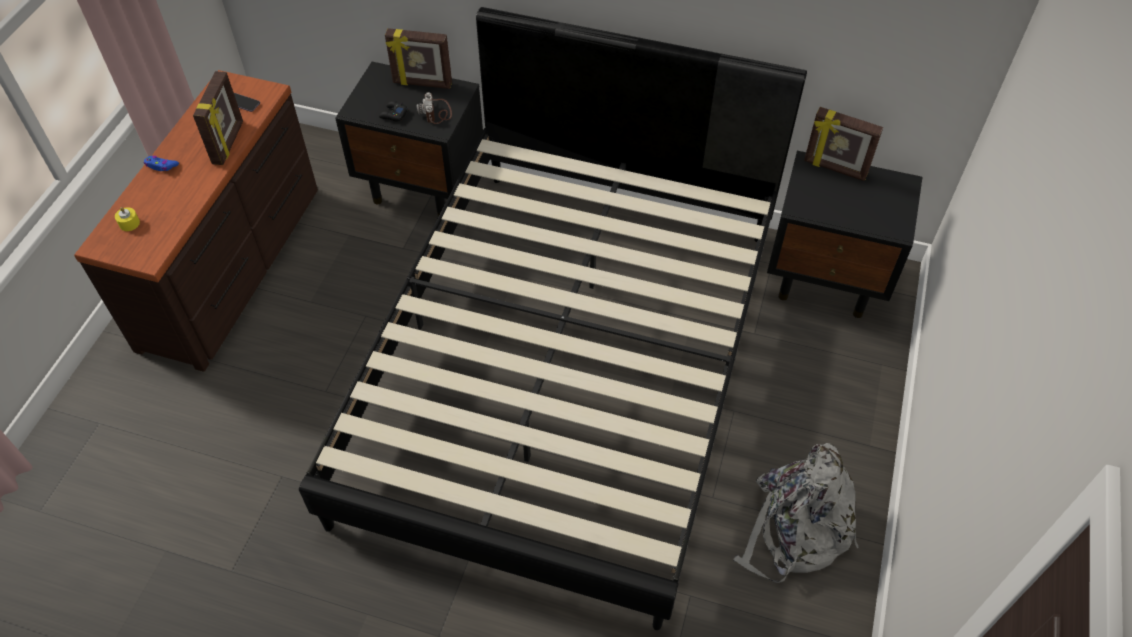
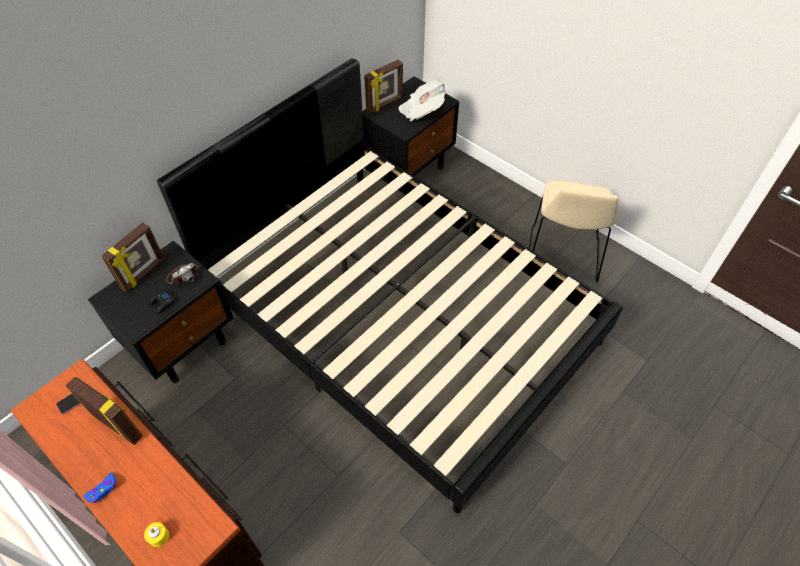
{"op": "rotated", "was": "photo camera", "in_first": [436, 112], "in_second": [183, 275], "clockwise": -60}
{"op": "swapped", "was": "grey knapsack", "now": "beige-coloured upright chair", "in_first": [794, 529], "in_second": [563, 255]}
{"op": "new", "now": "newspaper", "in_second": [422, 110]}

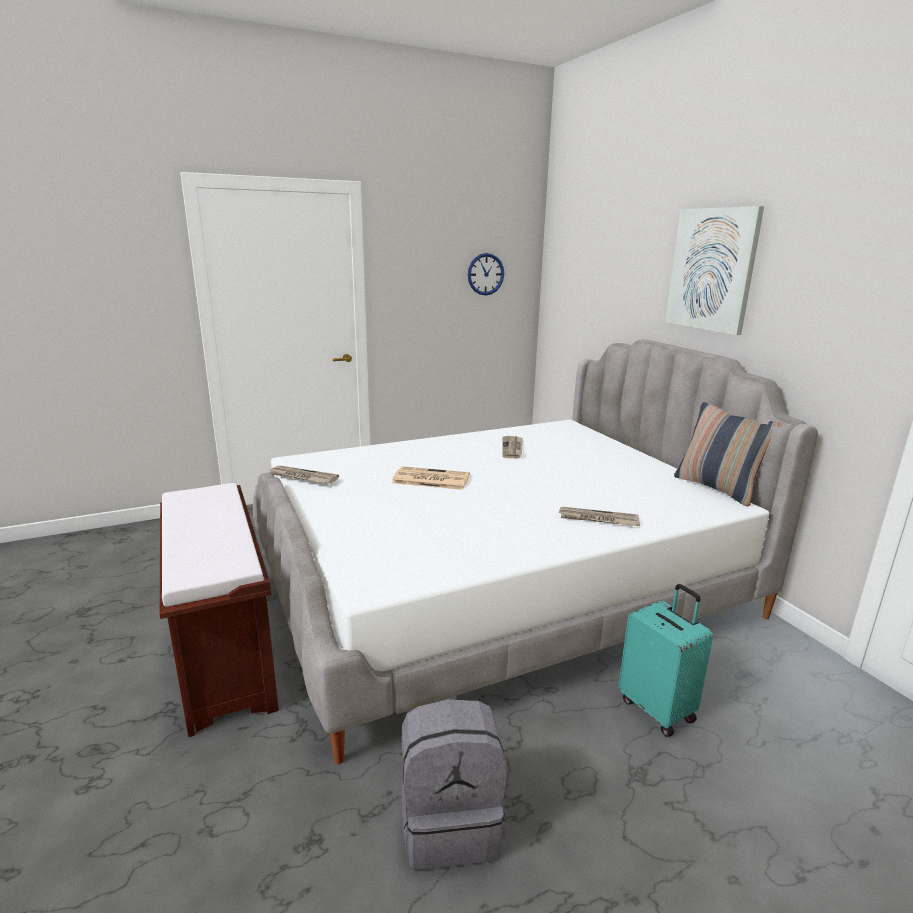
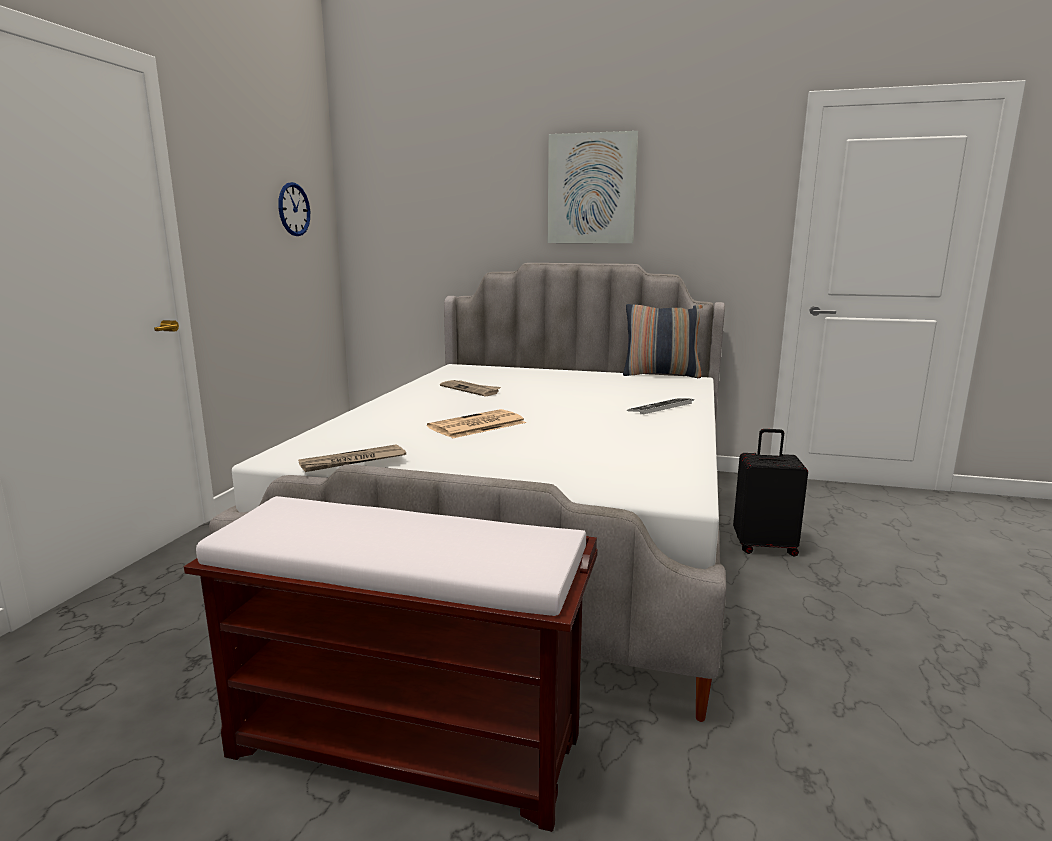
{"op": "gone", "was": "grey knapsack", "in_first": [451, 823]}
{"op": "swapped", "was": "newspaper", "now": "keyboard", "in_first": [598, 519], "in_second": [661, 407]}
{"op": "repainted", "was": "blue-green piece of luggage", "now": "black-coloured piece of luggage", "in_first": [658, 709], "in_second": [764, 546]}

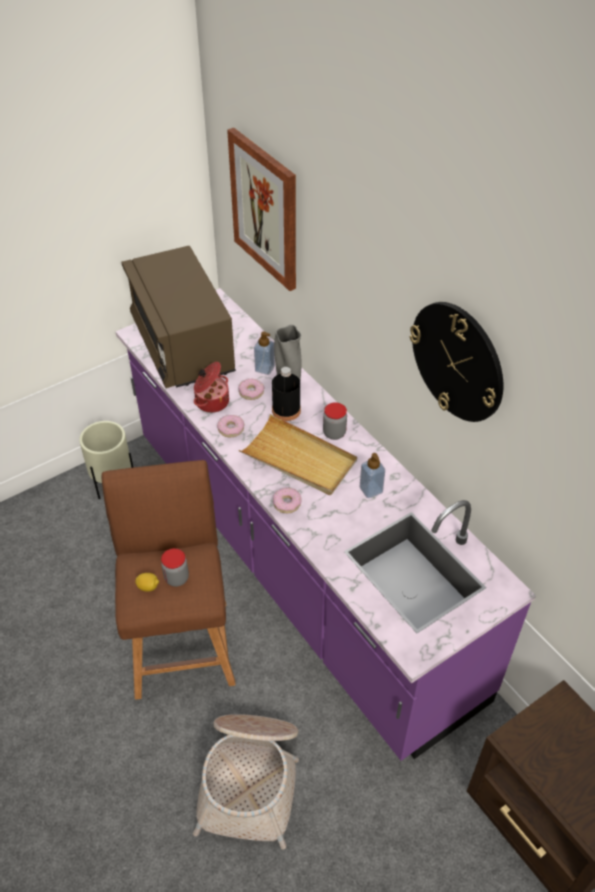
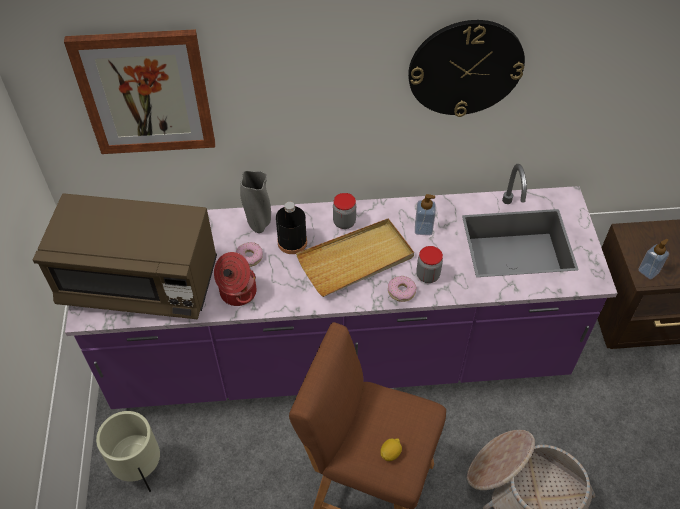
{"op": "shifted", "was": "preserve jar", "in_first": [176, 578], "in_second": [427, 275]}
{"op": "gone", "was": "doughnut", "in_first": [231, 429]}
{"op": "shifted", "was": "soap dispenser", "in_first": [264, 368], "in_second": [648, 271]}

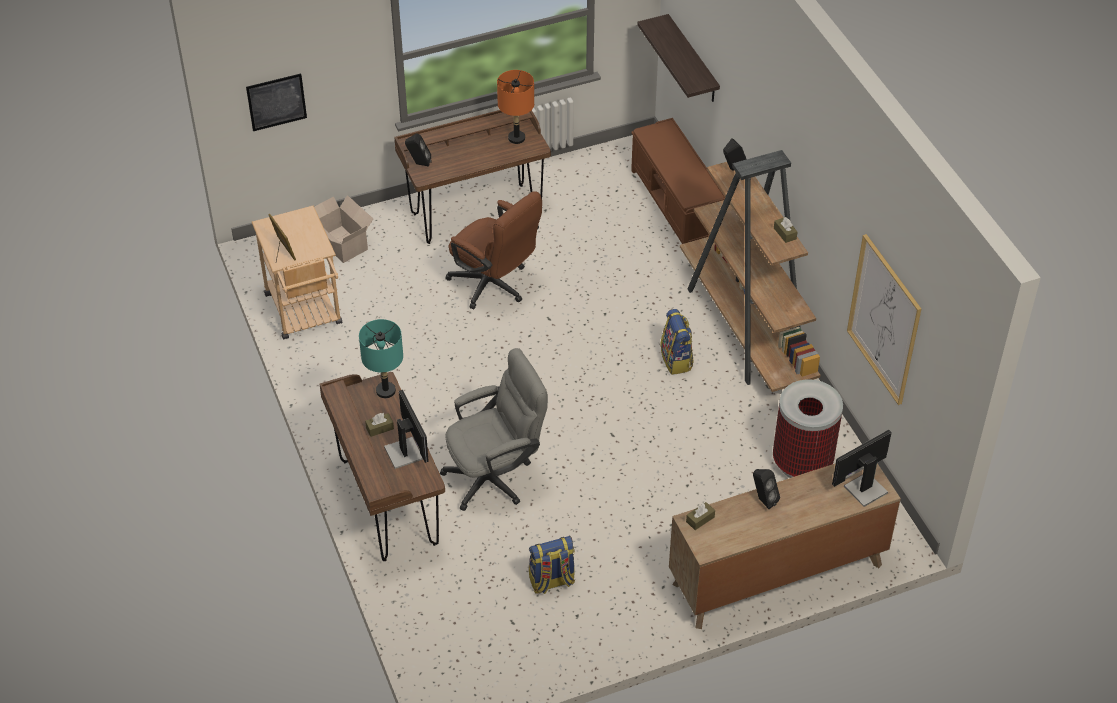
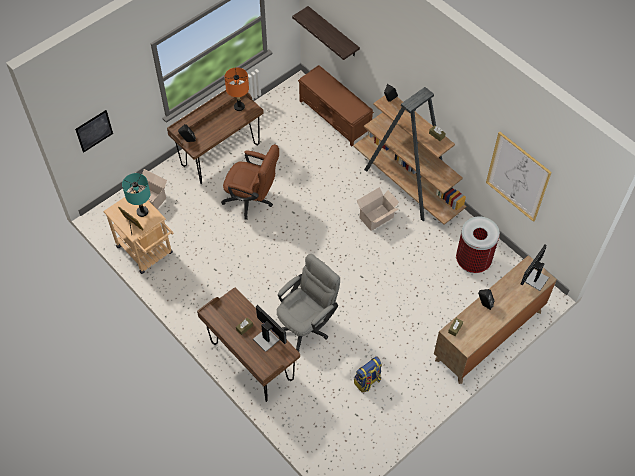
{"op": "shifted", "was": "blue-green lamp for a table", "in_first": [385, 391], "in_second": [142, 212]}
{"op": "swapped", "was": "knapsack", "now": "cardboard box", "in_first": [676, 360], "in_second": [377, 217]}

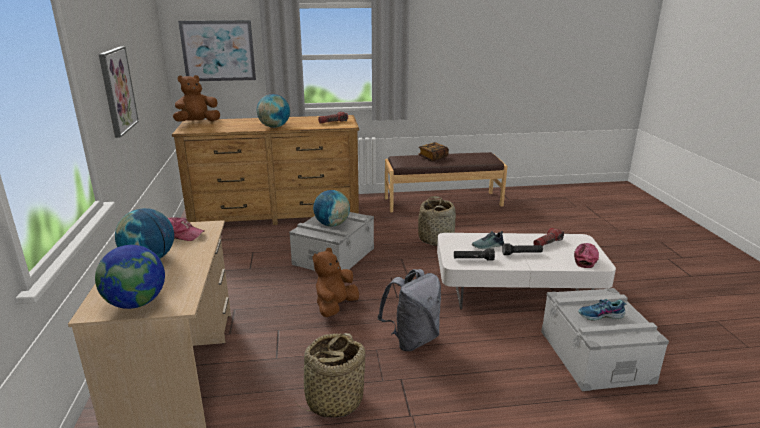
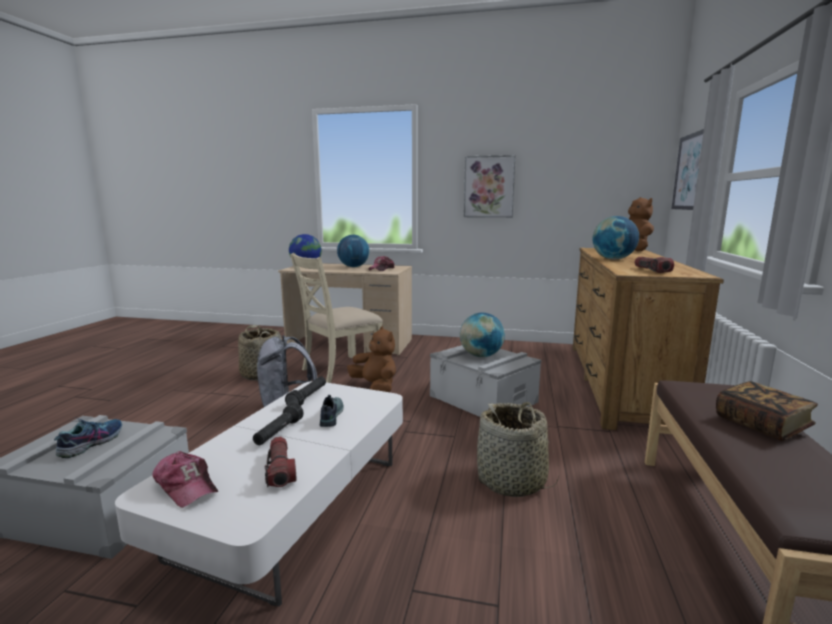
{"op": "new", "now": "beige-coloured upright chair", "in_second": [340, 368]}

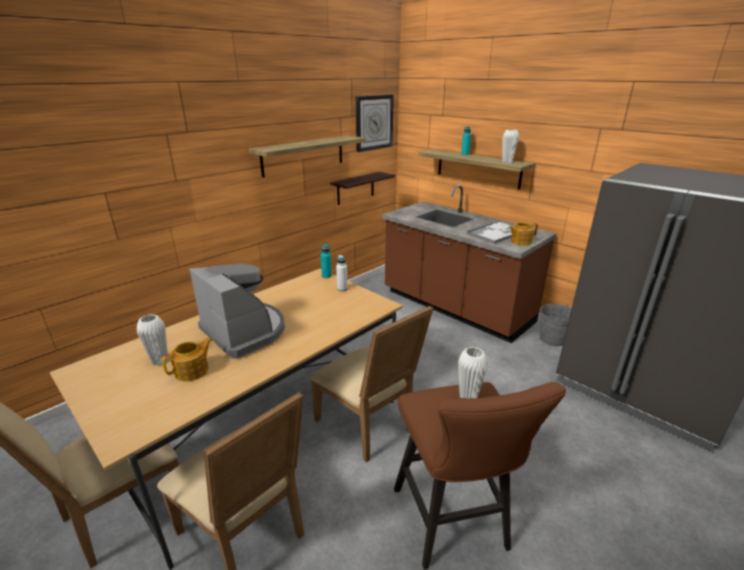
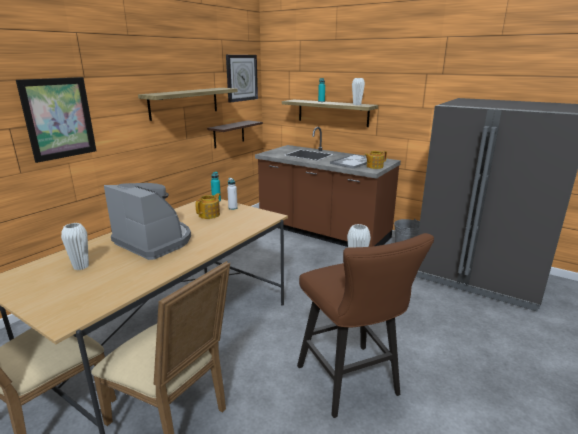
{"op": "shifted", "was": "tea pot", "in_first": [193, 371], "in_second": [210, 215]}
{"op": "gone", "was": "beige-coloured upright chair", "in_first": [369, 427]}
{"op": "new", "now": "wall picture", "in_second": [59, 118]}

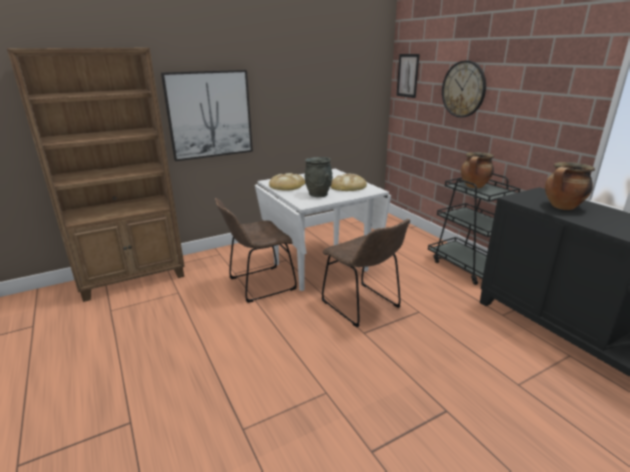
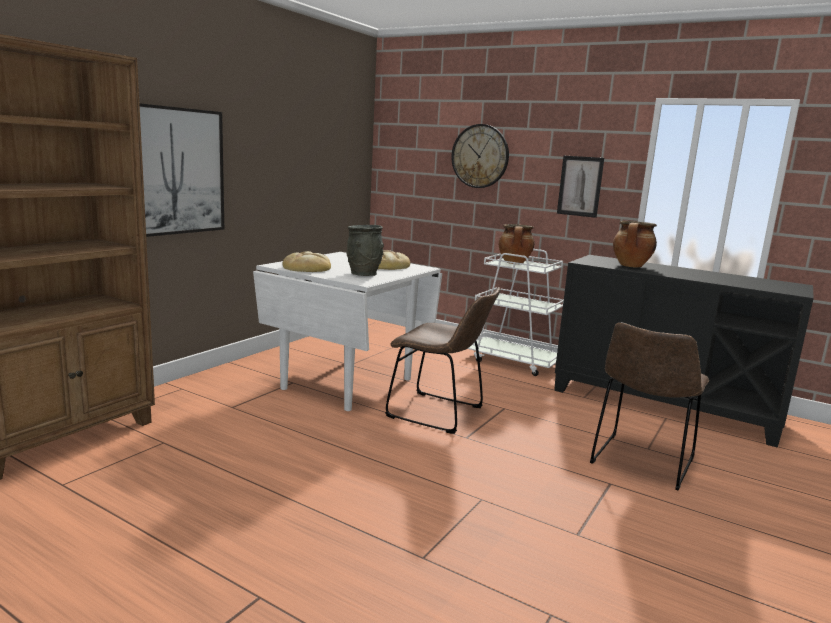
{"op": "shifted", "was": "brown upright chair", "in_first": [258, 285], "in_second": [641, 463]}
{"op": "shifted", "was": "wall picture", "in_first": [407, 75], "in_second": [580, 186]}
{"op": "repainted", "was": "black-coloured trolley", "now": "whitish trolley", "in_first": [468, 267], "in_second": [513, 361]}

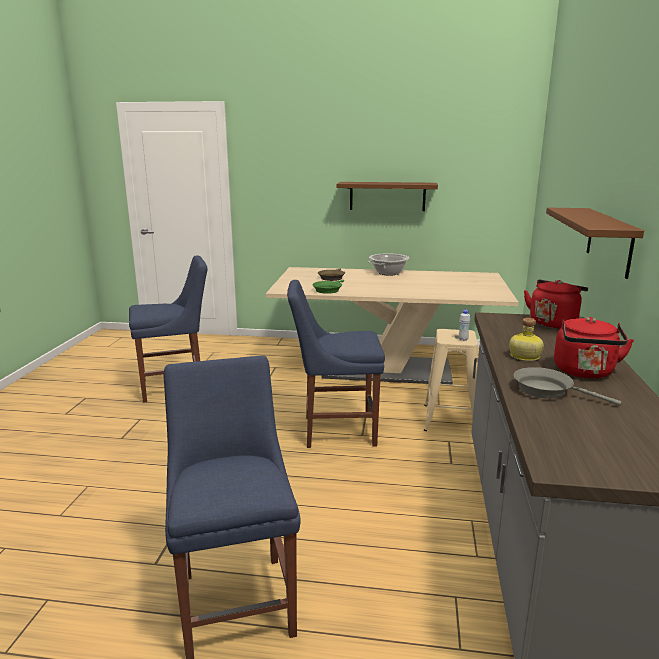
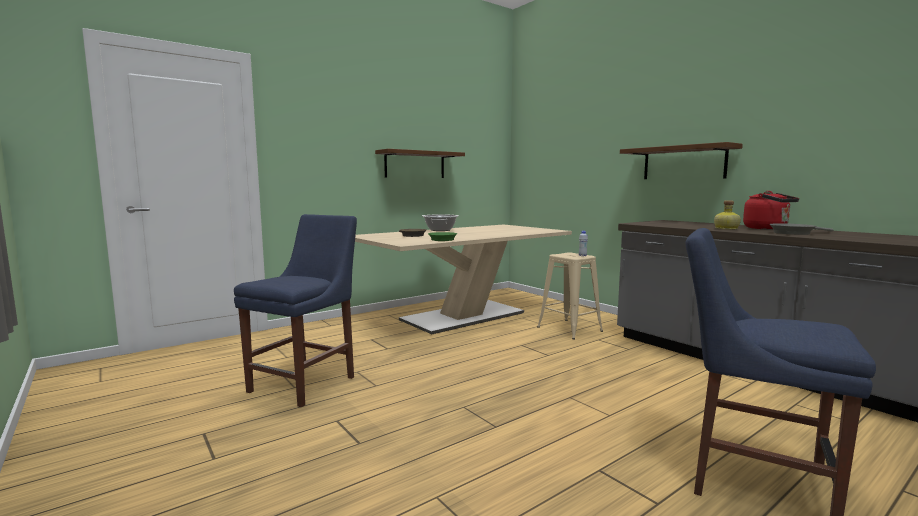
{"op": "gone", "was": "blue upright chair", "in_first": [335, 430]}
{"op": "gone", "was": "red water kettle", "in_first": [553, 322]}

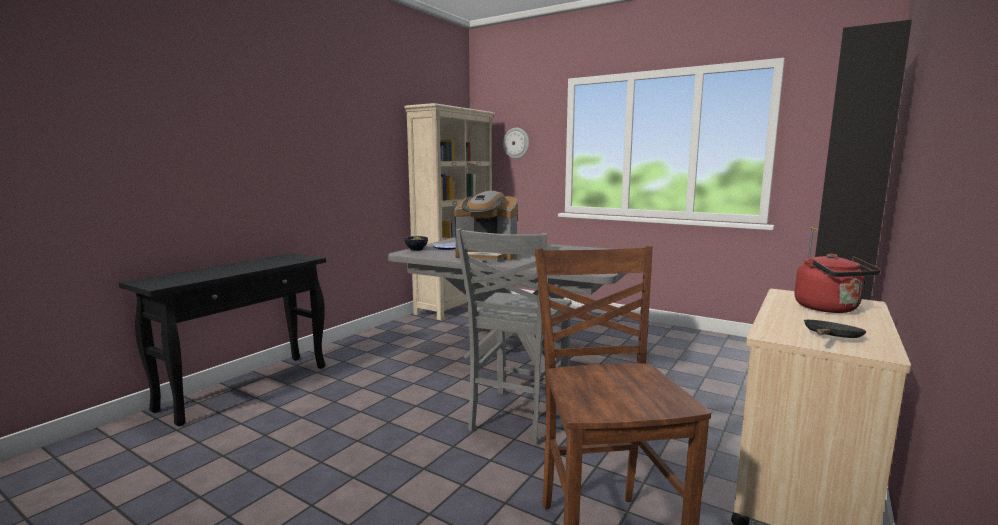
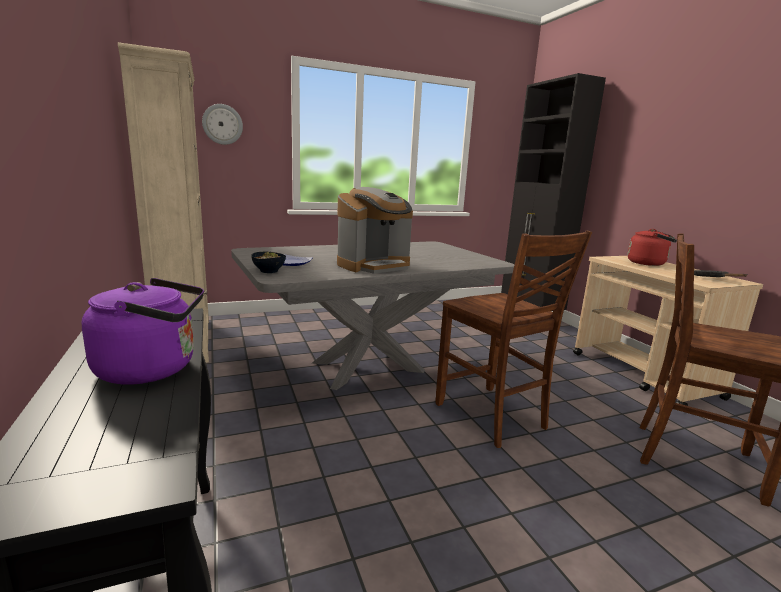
{"op": "repainted", "was": "grey upright chair", "now": "brown upright chair", "in_first": [516, 417], "in_second": [492, 417]}
{"op": "new", "now": "purple-coloured water kettle", "in_second": [153, 369]}

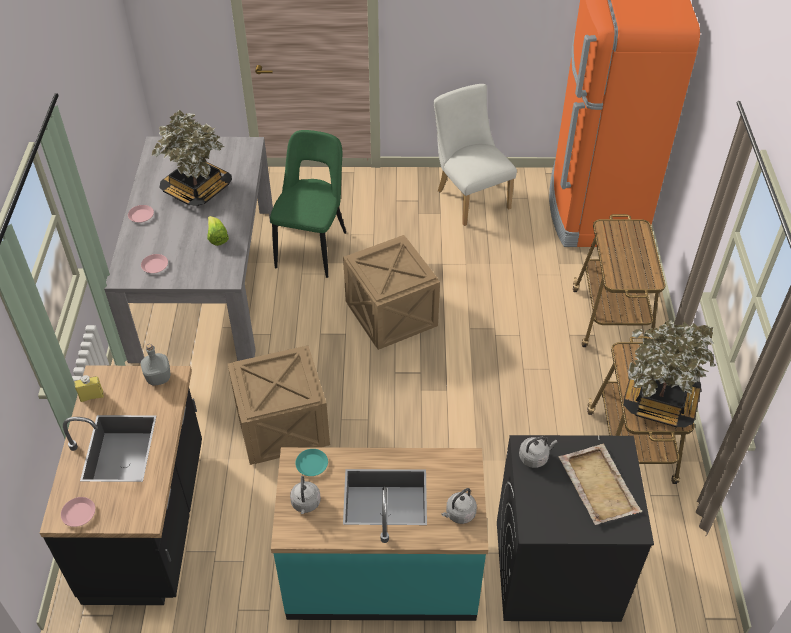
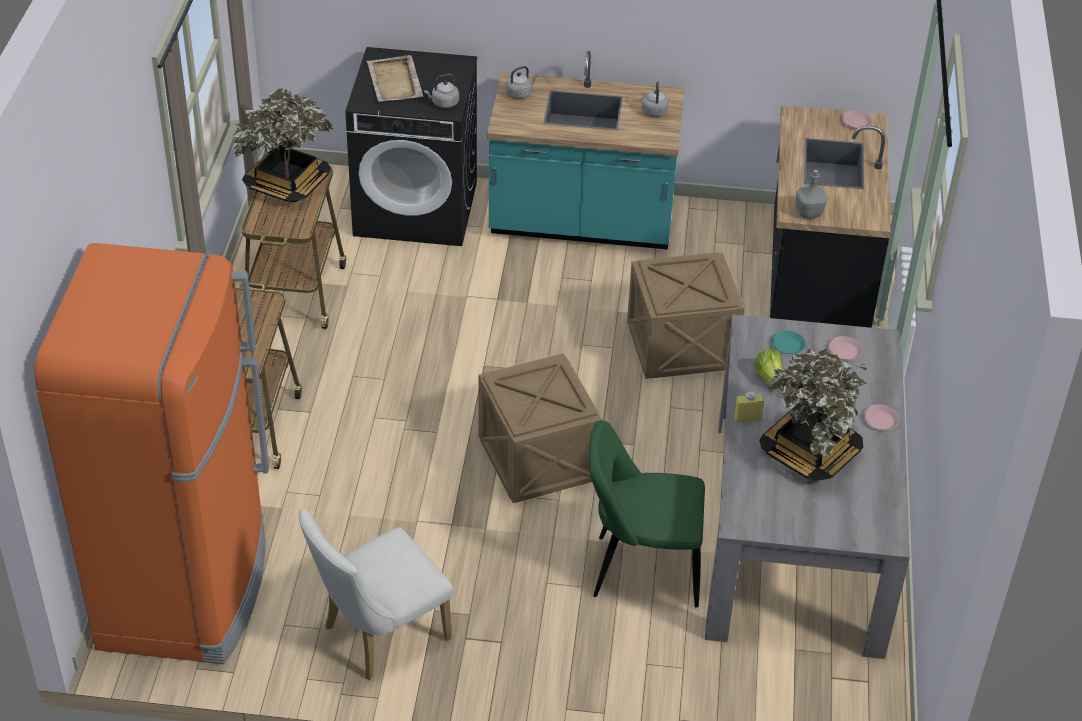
{"op": "shifted", "was": "yellow beverage bottle", "in_first": [92, 396], "in_second": [747, 418]}
{"op": "rotated", "was": "green-coloured upright chair", "in_first": [313, 247], "in_second": [641, 570], "clockwise": 75}
{"op": "shifted", "was": "blue-green dinner plate", "in_first": [311, 464], "in_second": [788, 345]}
{"op": "rotated", "was": "whitish upright chair", "in_first": [469, 197], "in_second": [378, 636], "clockwise": 75}

